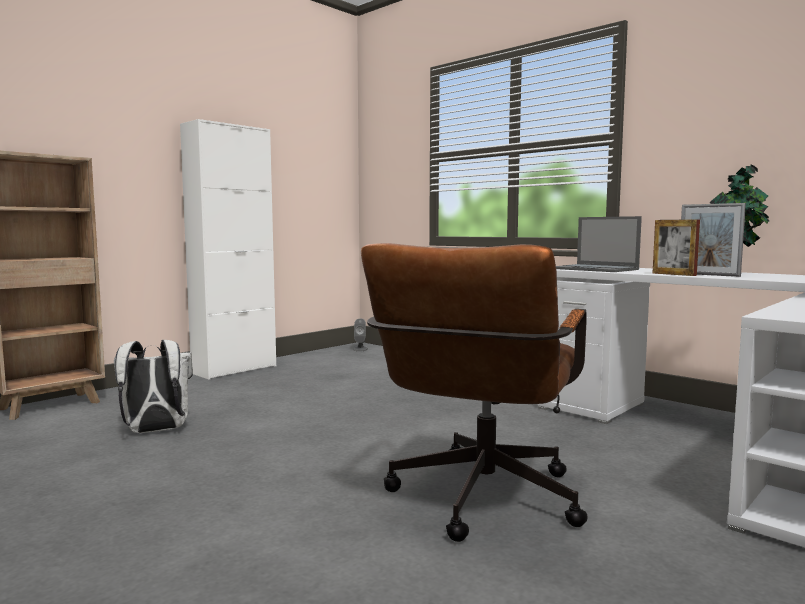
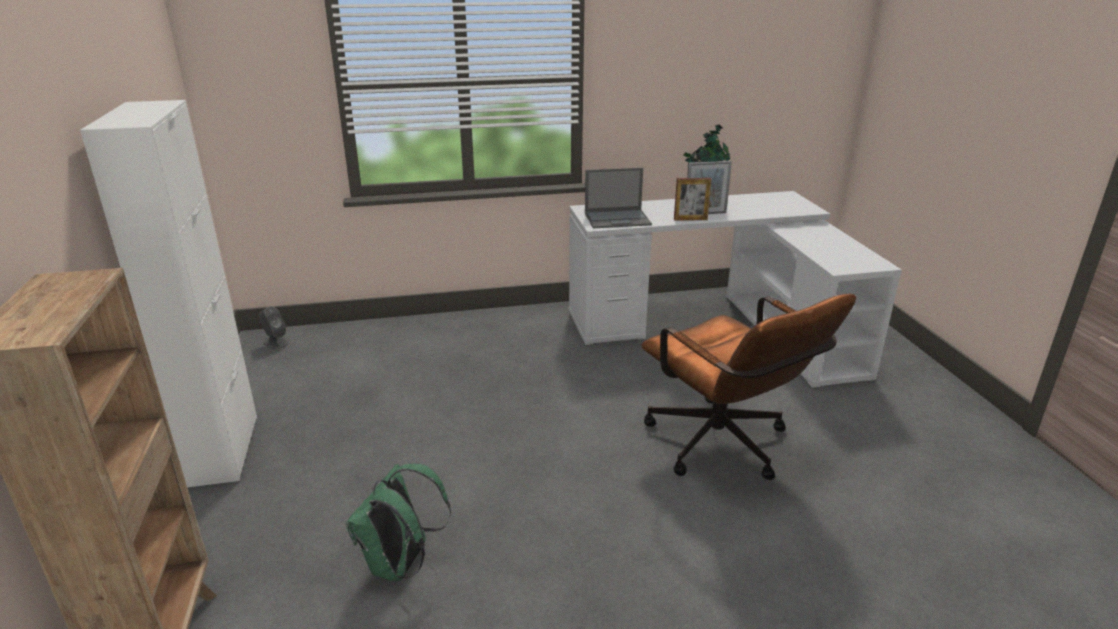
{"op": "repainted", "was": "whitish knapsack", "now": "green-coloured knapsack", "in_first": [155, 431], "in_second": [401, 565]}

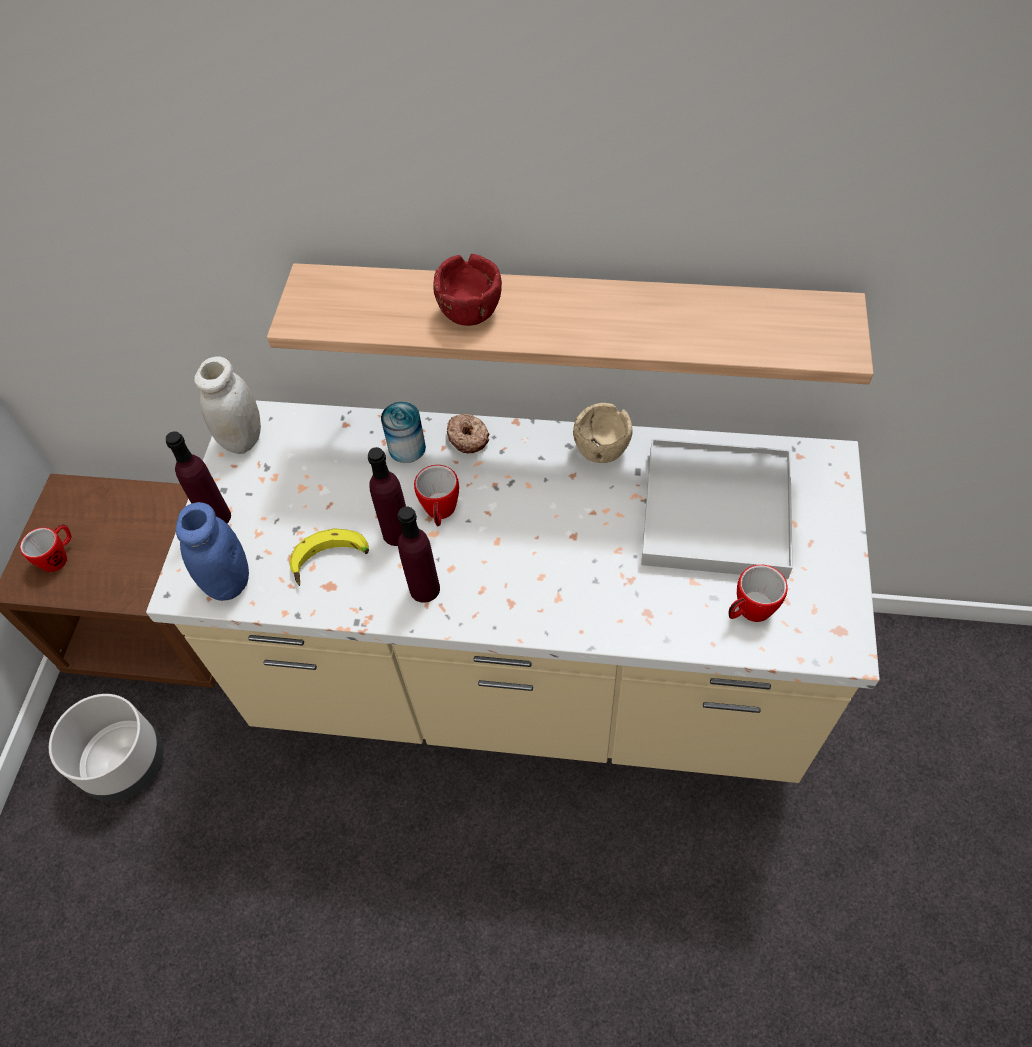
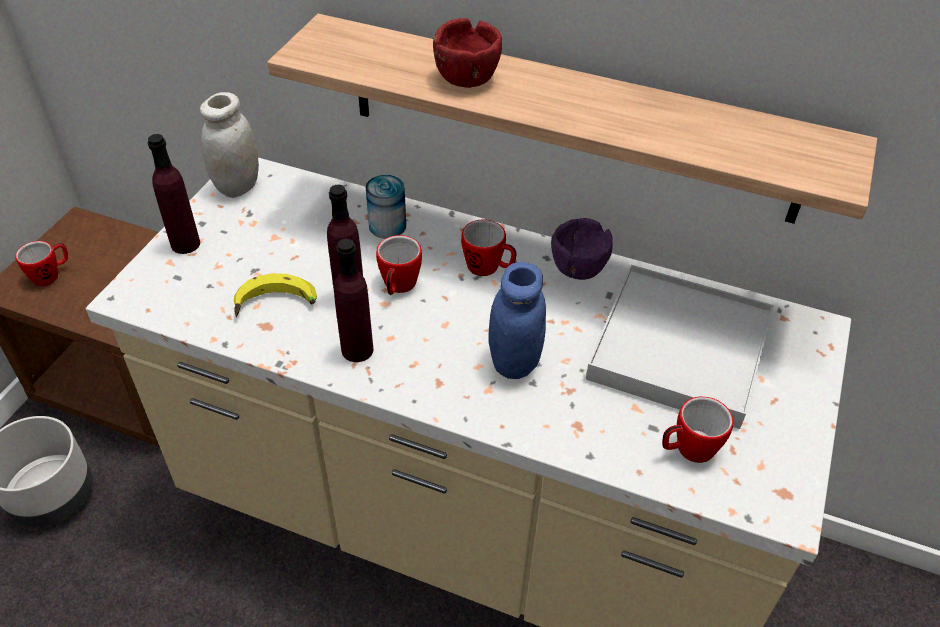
{"op": "shifted", "was": "blue preserve jar", "in_first": [228, 581], "in_second": [514, 362]}
{"op": "gone", "was": "doughnut", "in_first": [468, 437]}
{"op": "repainted", "was": "beige-coloured bowl", "now": "purple-coloured bowl", "in_first": [601, 449], "in_second": [578, 268]}
{"op": "new", "now": "tea mug", "in_second": [489, 268]}

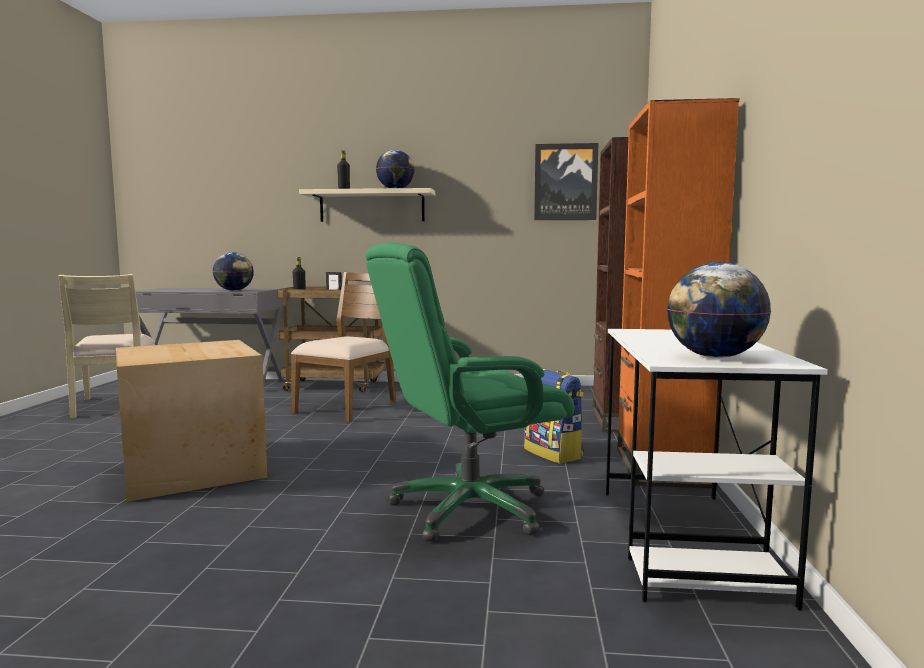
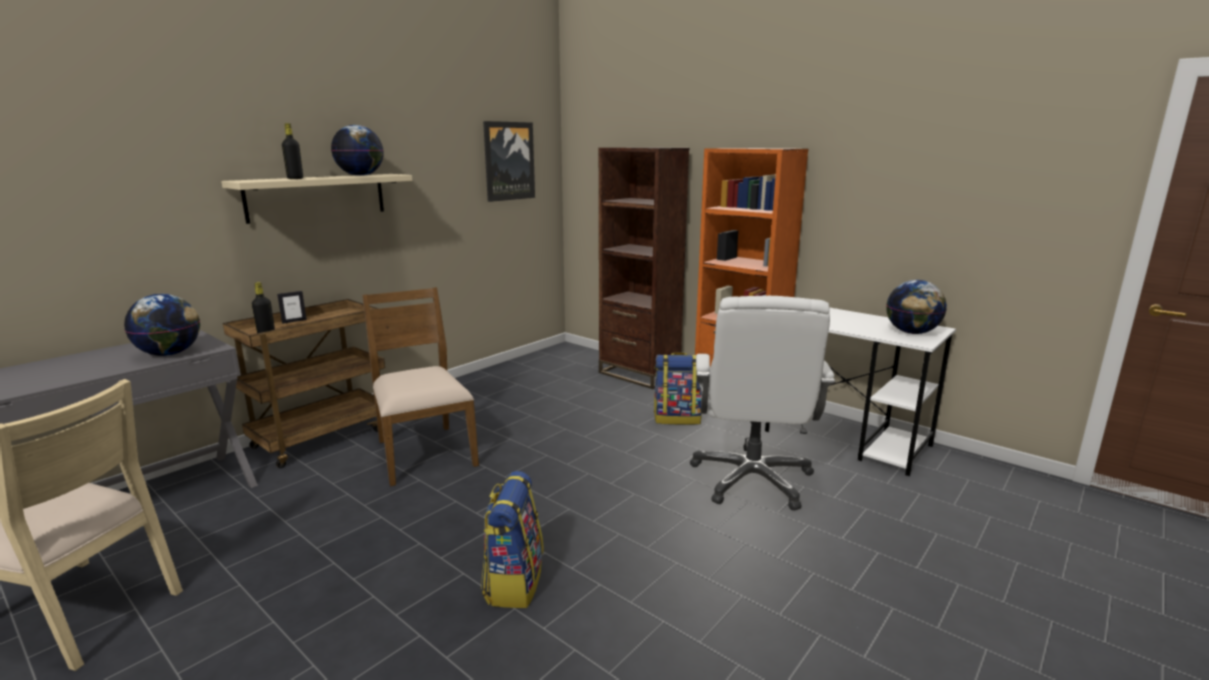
{"op": "swapped", "was": "cardboard box", "now": "knapsack", "in_first": [195, 468], "in_second": [513, 582]}
{"op": "repainted", "was": "green-coloured office chair", "now": "whitish office chair", "in_first": [468, 509], "in_second": [752, 479]}

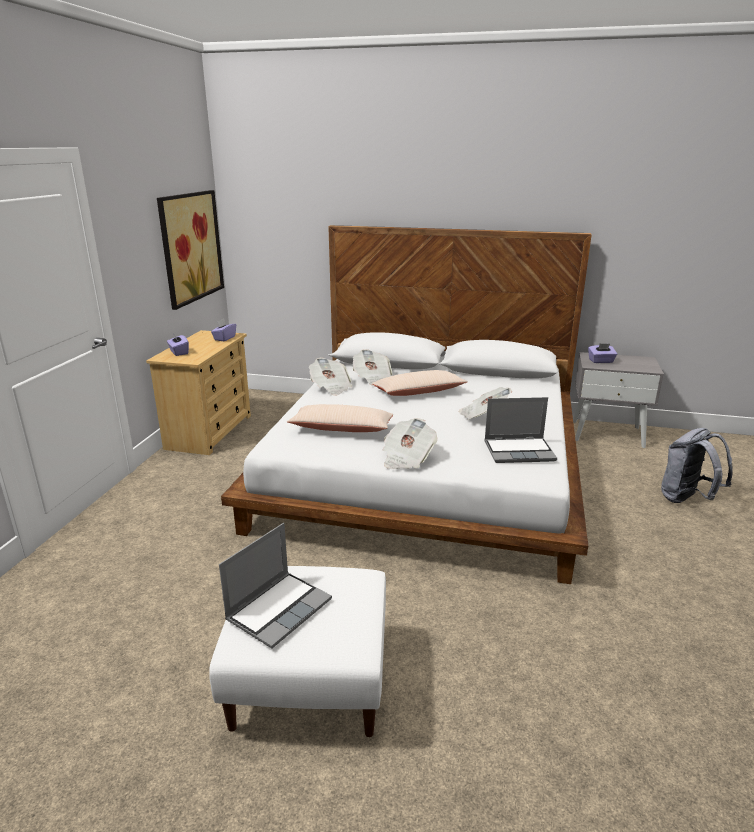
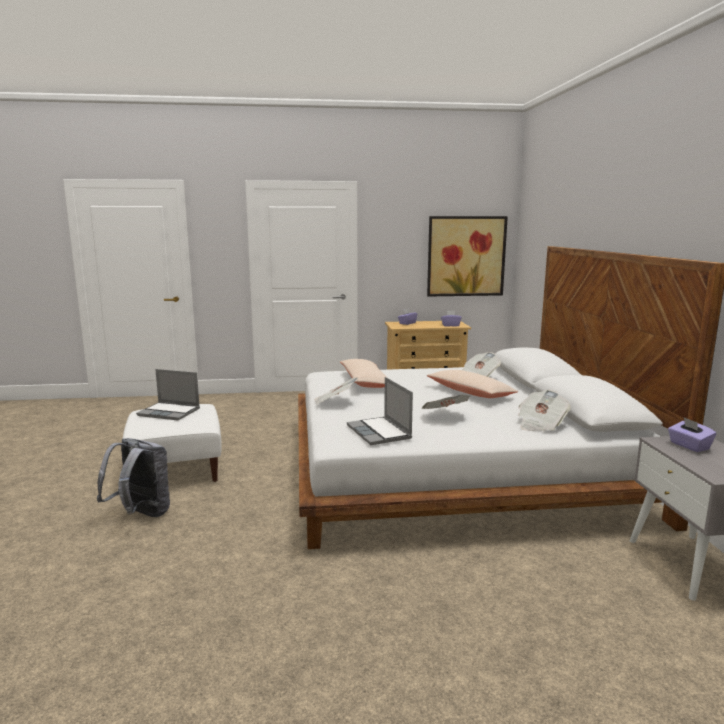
{"op": "shifted", "was": "newspaper", "in_first": [331, 387], "in_second": [540, 424]}
{"op": "shifted", "was": "grey knapsack", "in_first": [687, 499], "in_second": [141, 514]}

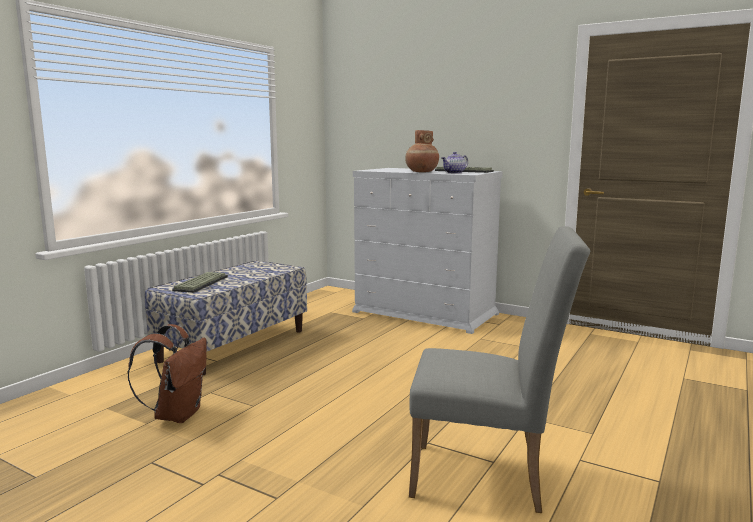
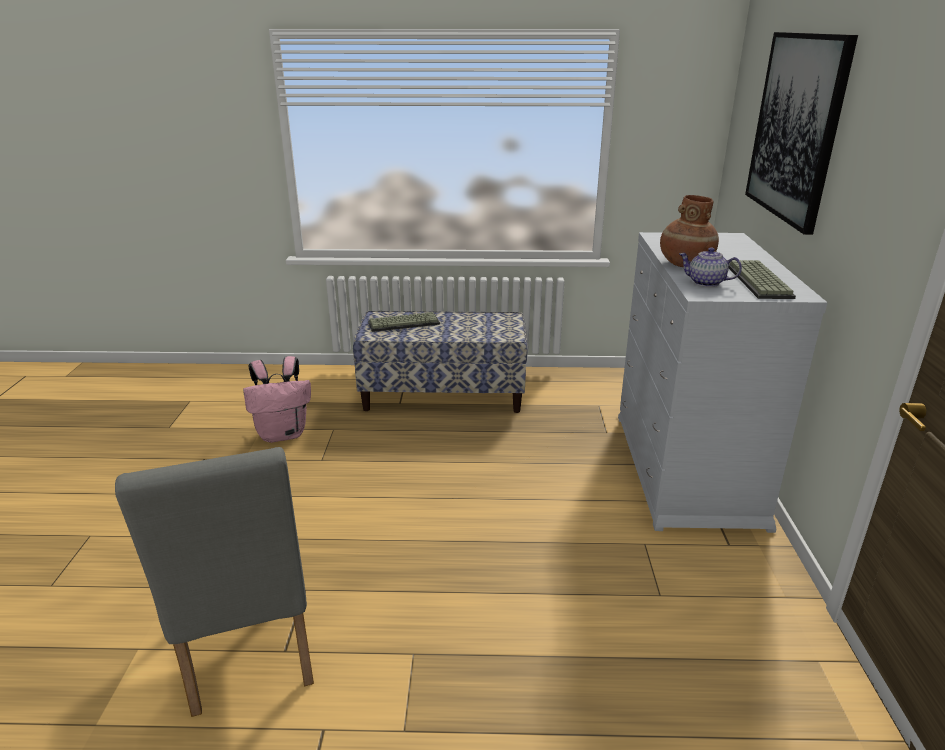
{"op": "repainted", "was": "brown knapsack", "now": "pink-coloured knapsack", "in_first": [177, 414], "in_second": [283, 434]}
{"op": "new", "now": "wall picture", "in_second": [796, 128]}

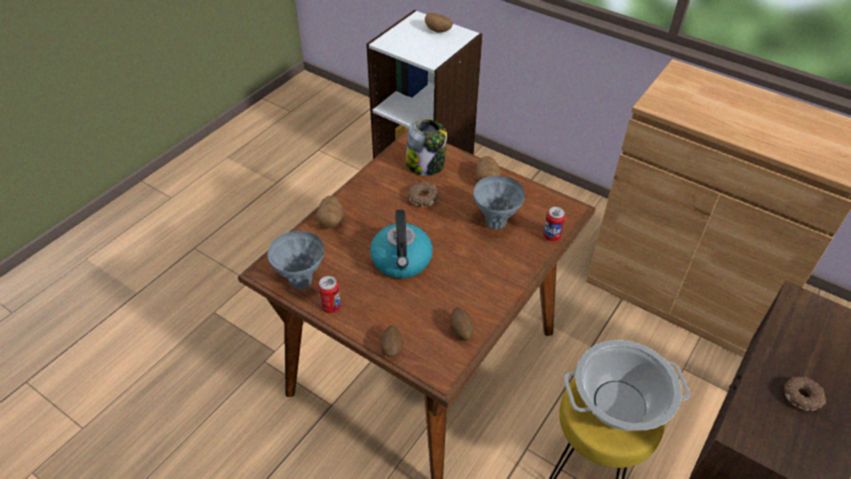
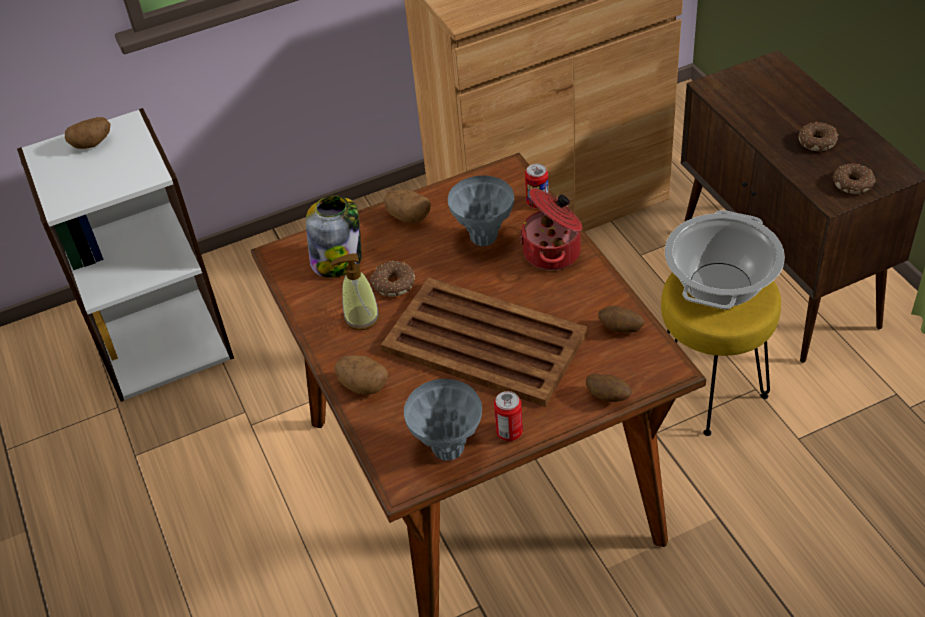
{"op": "swapped", "was": "water kettle", "now": "brown tray", "in_first": [402, 261], "in_second": [482, 341]}
{"op": "new", "now": "soap dispenser", "in_second": [361, 318]}
{"op": "new", "now": "cooking pot", "in_second": [553, 252]}
{"op": "new", "now": "doughnut", "in_second": [853, 183]}

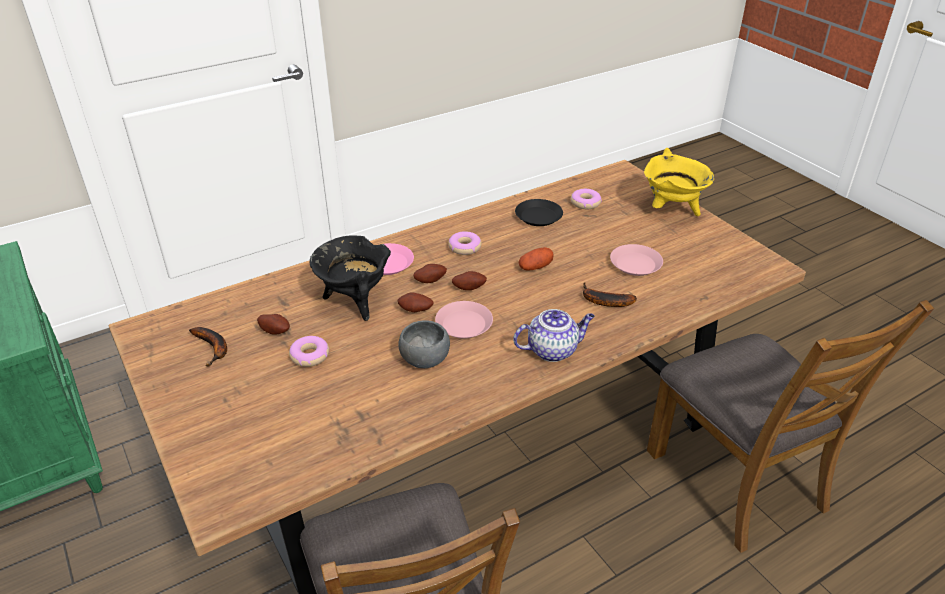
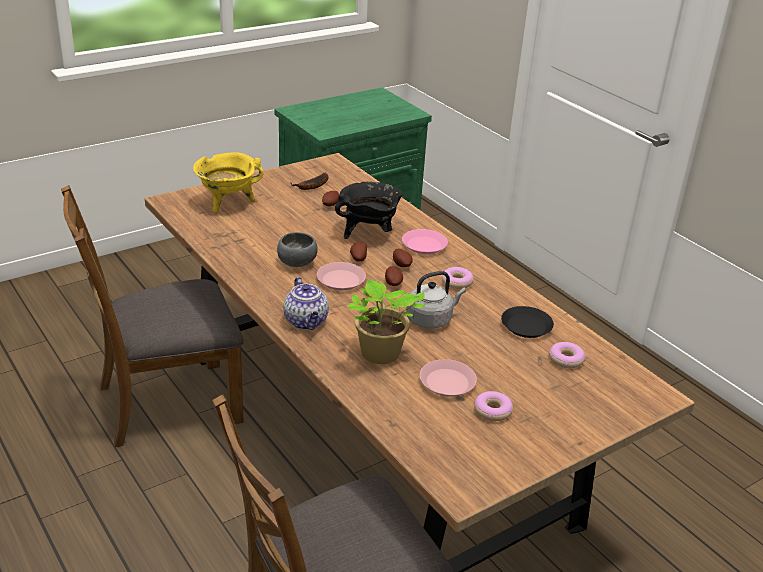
{"op": "shifted", "was": "doughnut", "in_first": [309, 356], "in_second": [492, 411]}
{"op": "swapped", "was": "spud", "now": "grey water kettle", "in_first": [535, 267], "in_second": [431, 319]}
{"op": "swapped", "was": "whole banana", "now": "houseplant", "in_first": [603, 301], "in_second": [379, 355]}
{"op": "shifted", "was": "yellow cooking pot", "in_first": [672, 210], "in_second": [227, 203]}

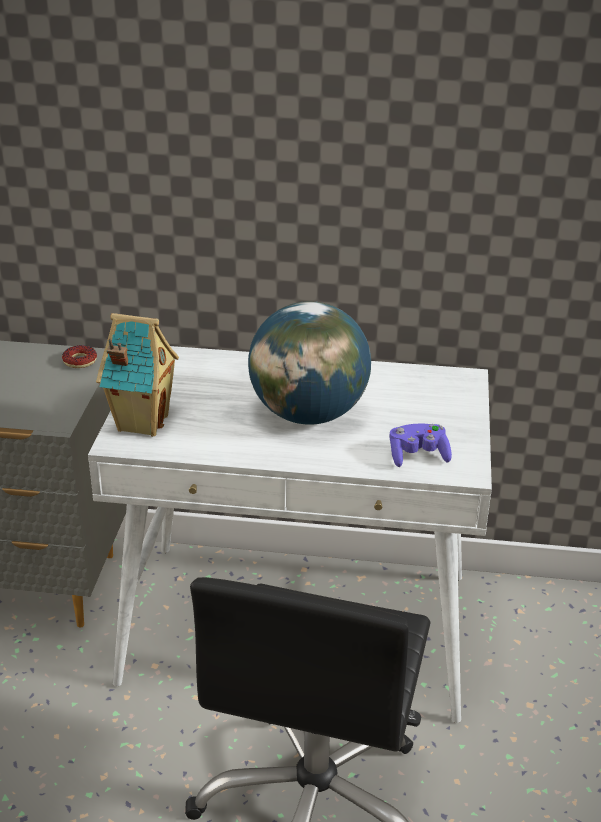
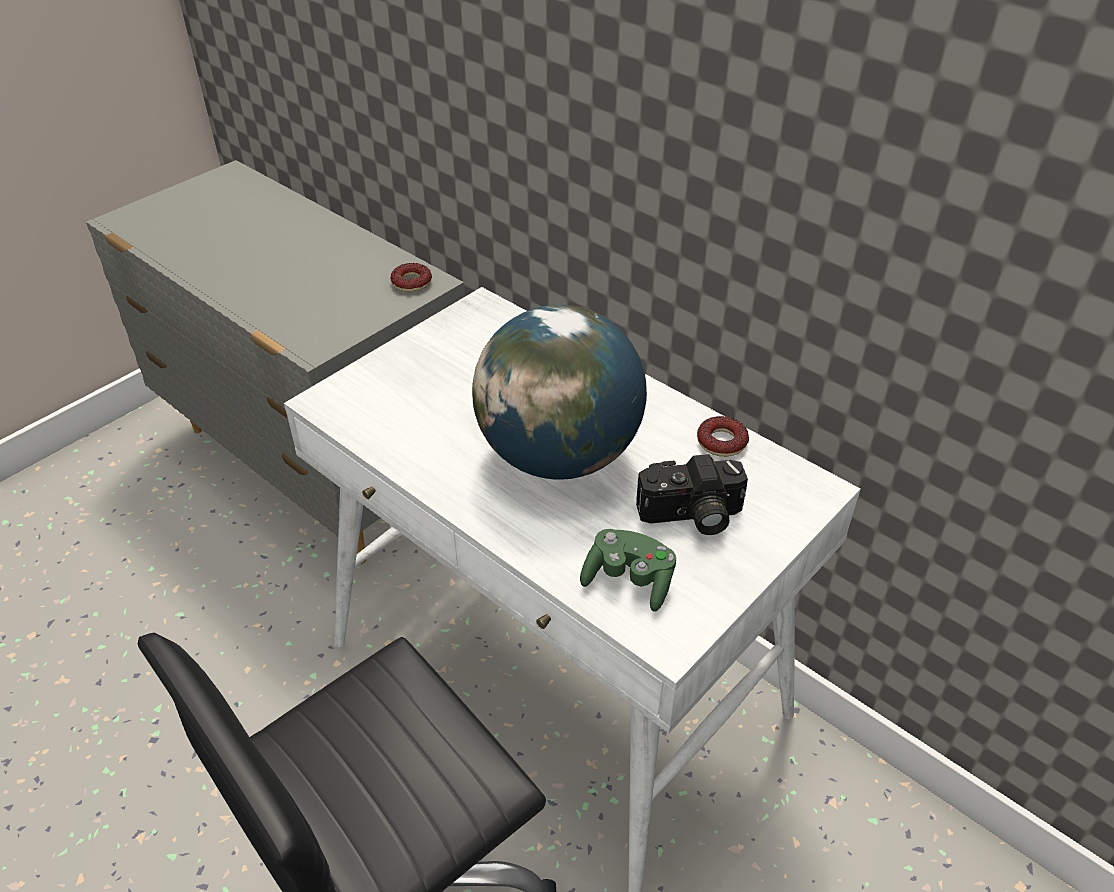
{"op": "gone", "was": "model house", "in_first": [141, 422]}
{"op": "repainted", "was": "purple-coloured gamepad", "now": "green-coloured gamepad", "in_first": [418, 456], "in_second": [629, 580]}
{"op": "new", "now": "photo camera", "in_second": [691, 516]}
{"op": "new", "now": "doughnut", "in_second": [722, 442]}

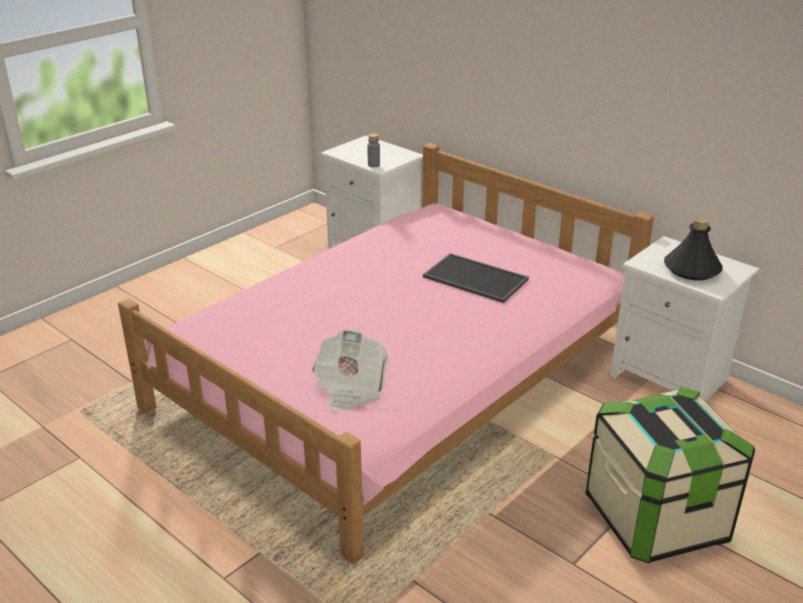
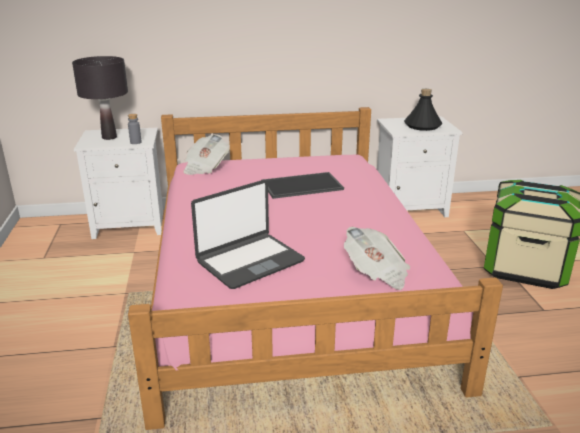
{"op": "new", "now": "black-coloured lamp for a table", "in_second": [109, 137]}
{"op": "new", "now": "newspaper", "in_second": [205, 167]}
{"op": "new", "now": "laptop", "in_second": [249, 261]}

